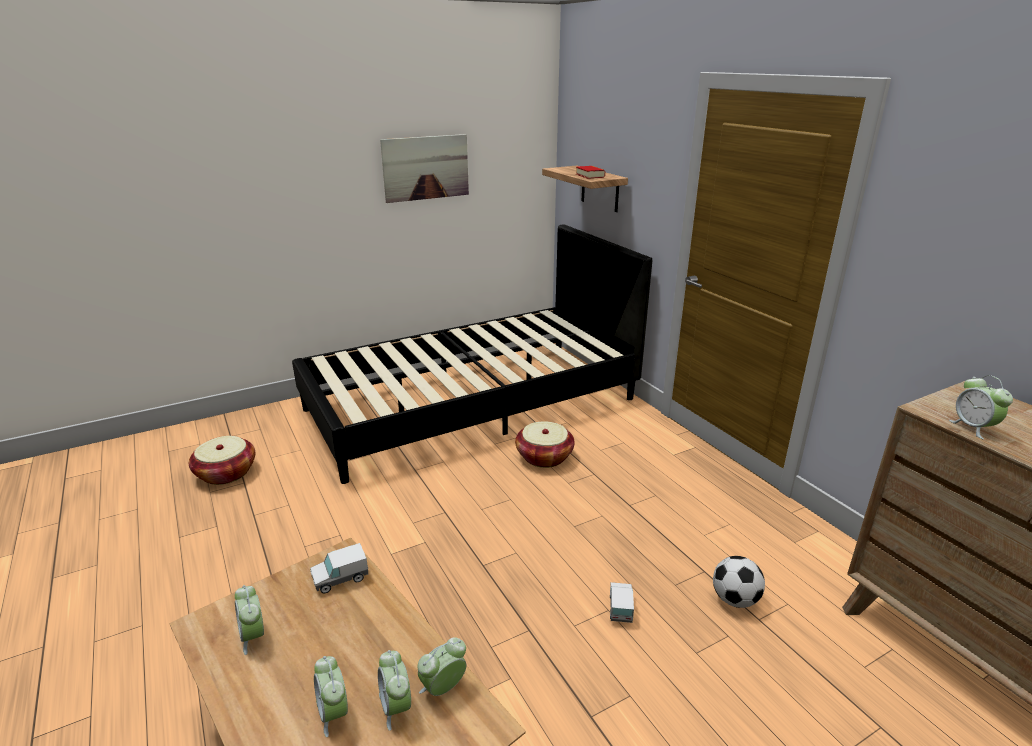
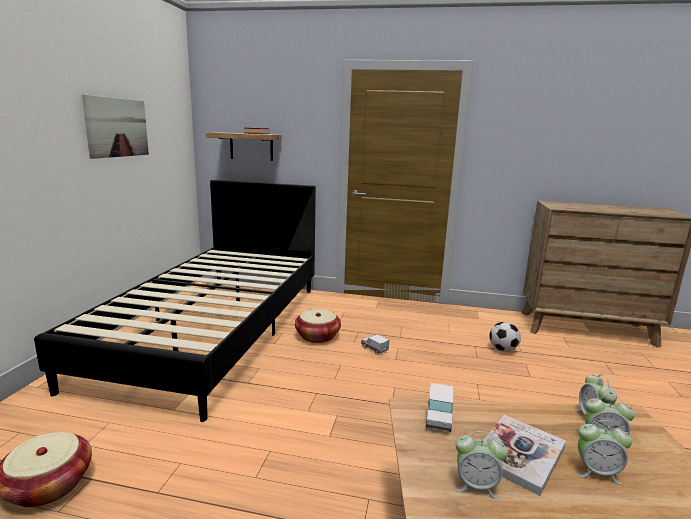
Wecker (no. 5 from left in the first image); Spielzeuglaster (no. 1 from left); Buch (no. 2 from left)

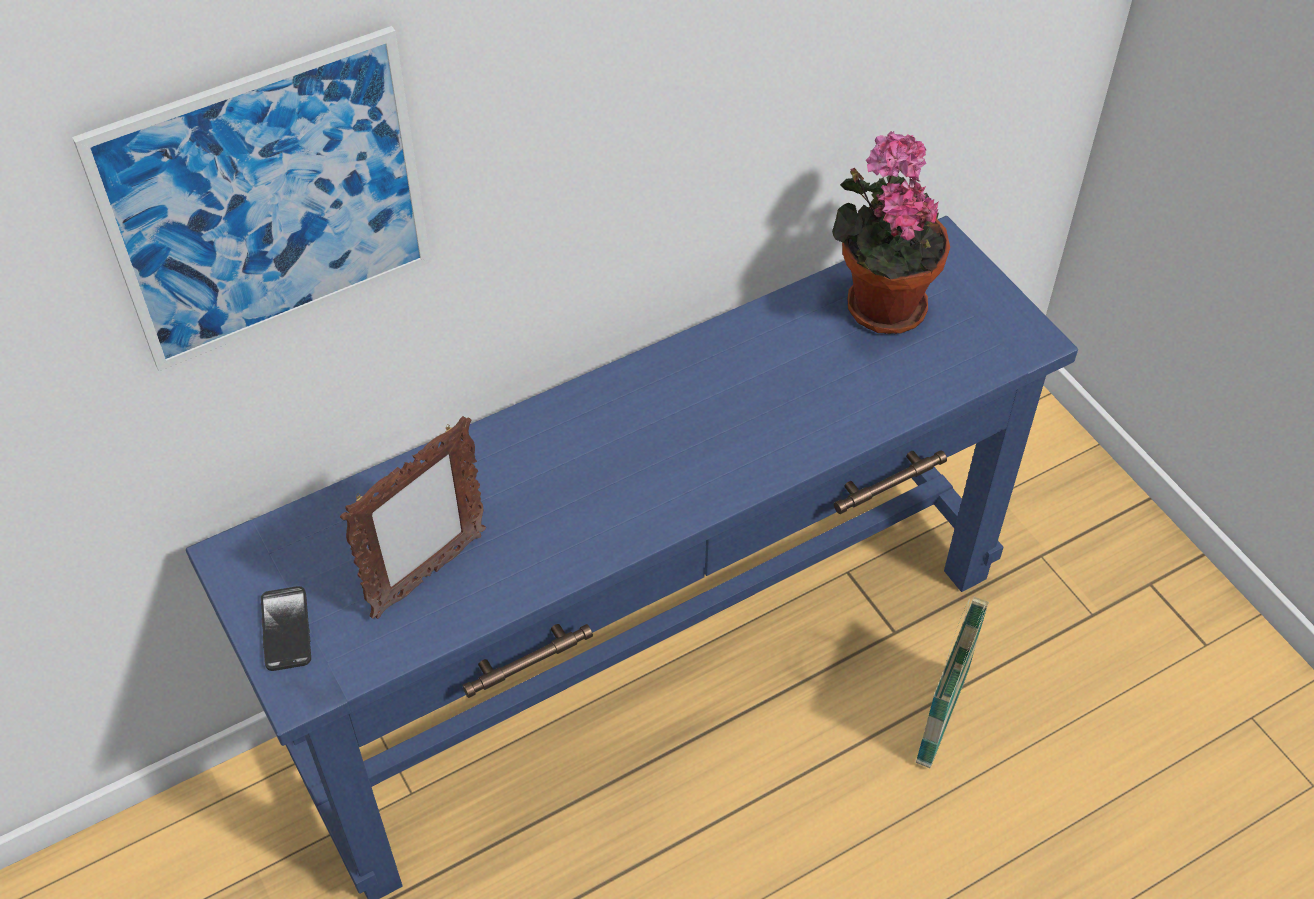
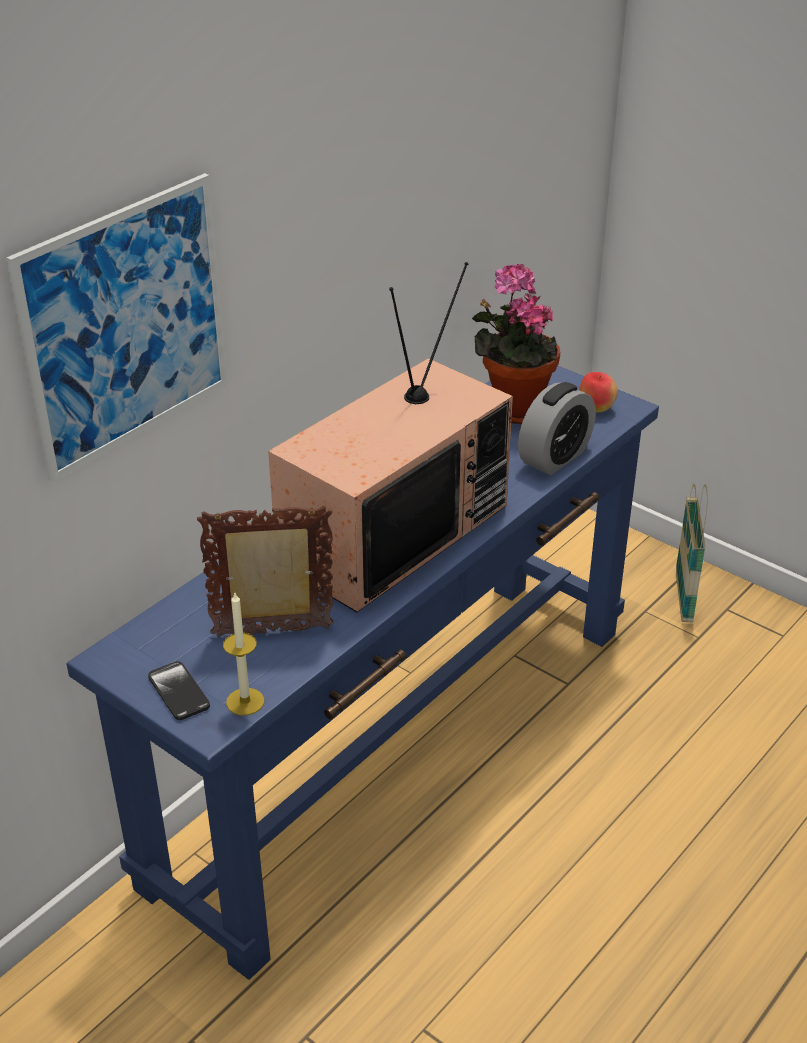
Bilderrahmen; Korb; Fernseher; Apfel; Wecker; Kerze

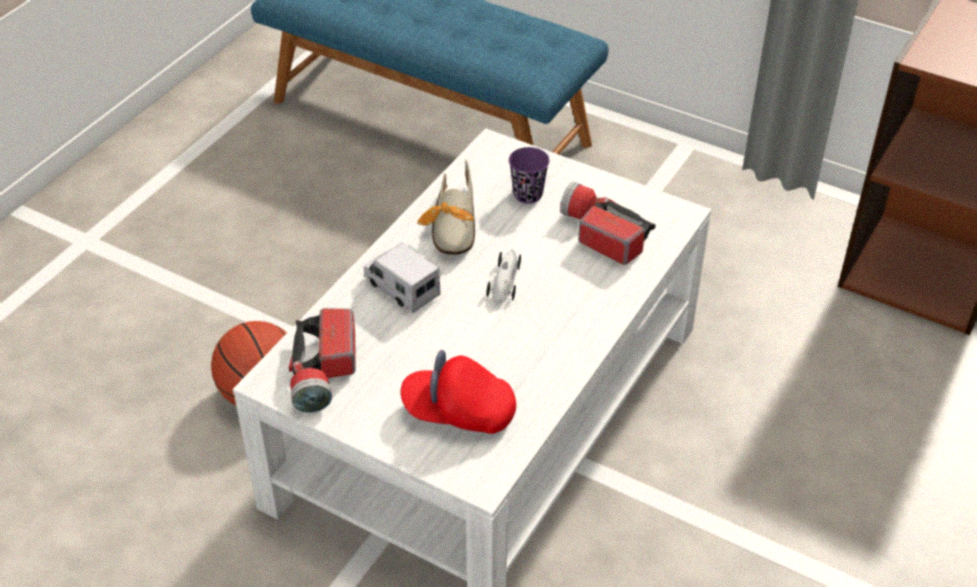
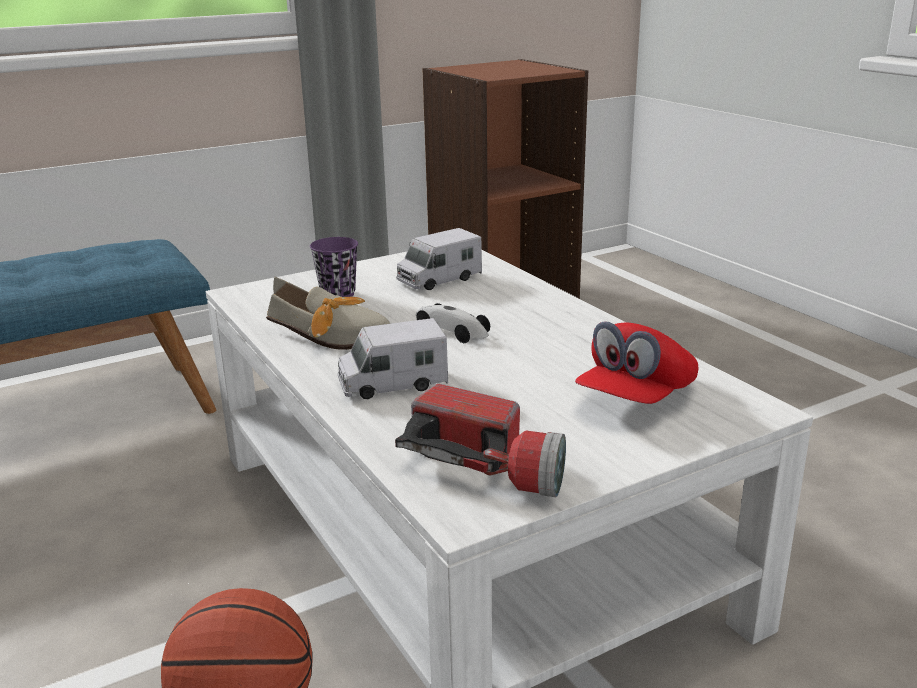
Spielzeuglaster (no. 2 from left)

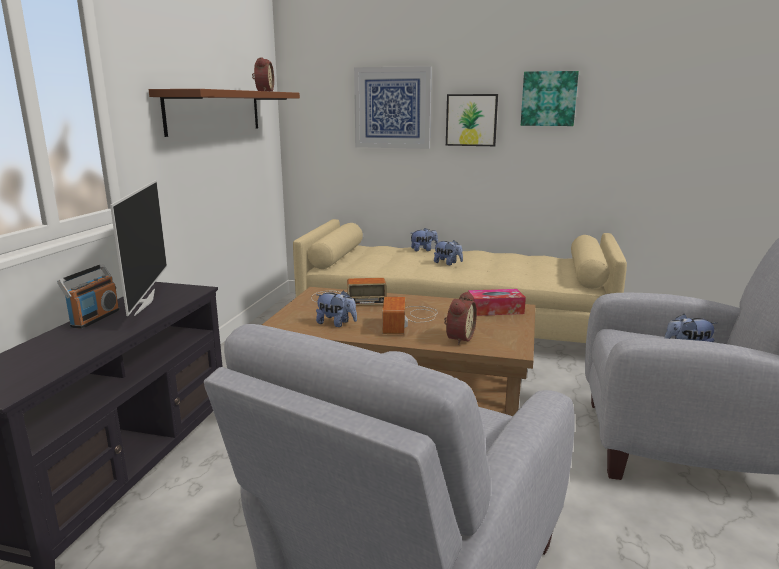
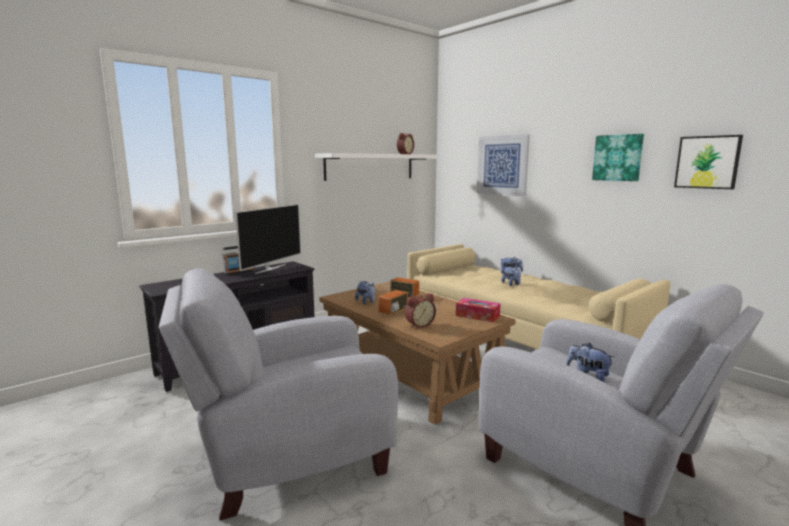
Wandregal [weiß]; Bild (no. 3 from left)

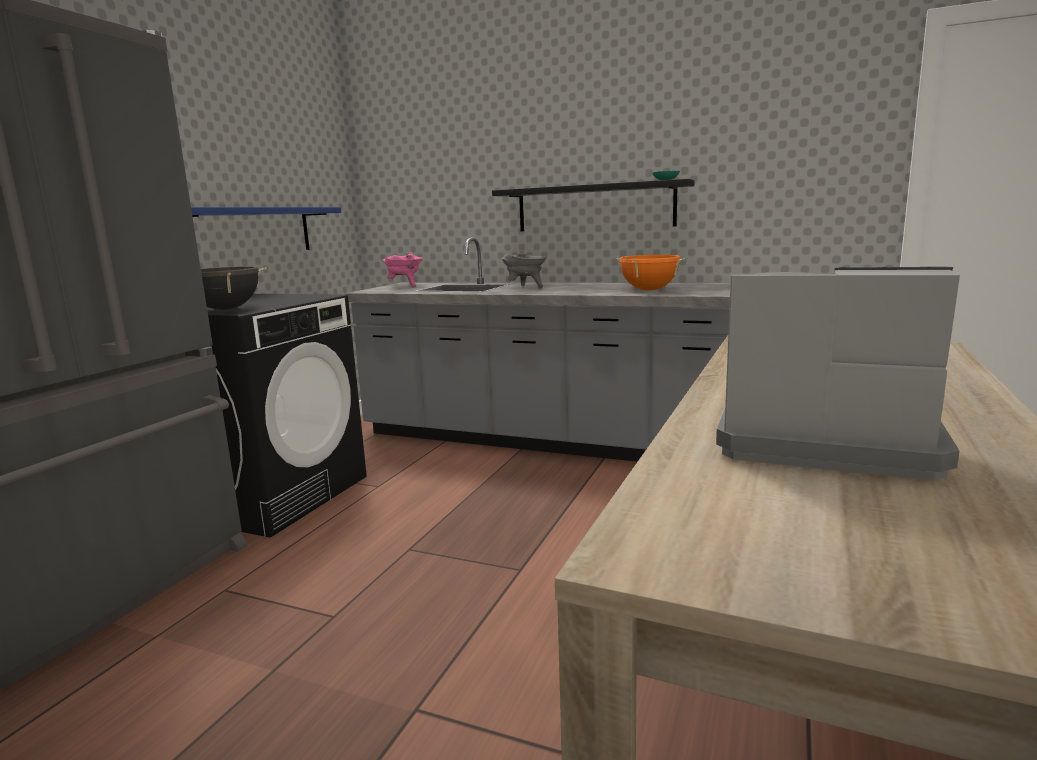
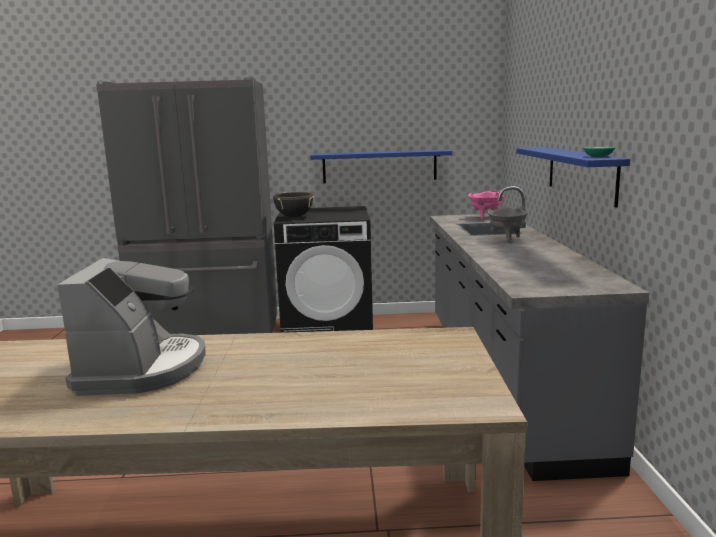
Wandregal [blau] (no. 2 from left); Kochtopf [orange]

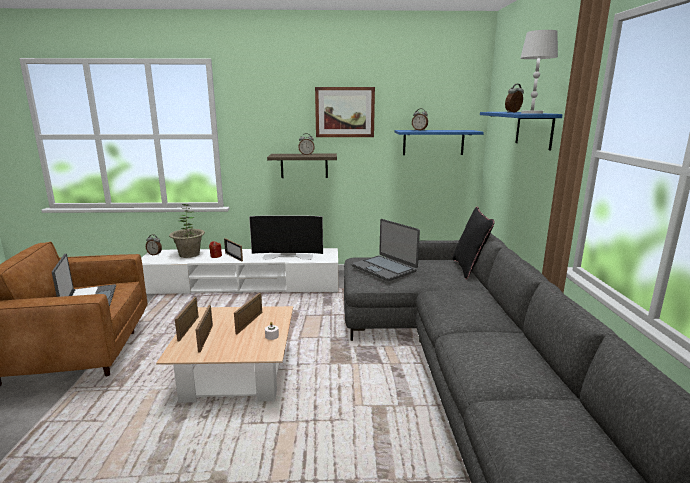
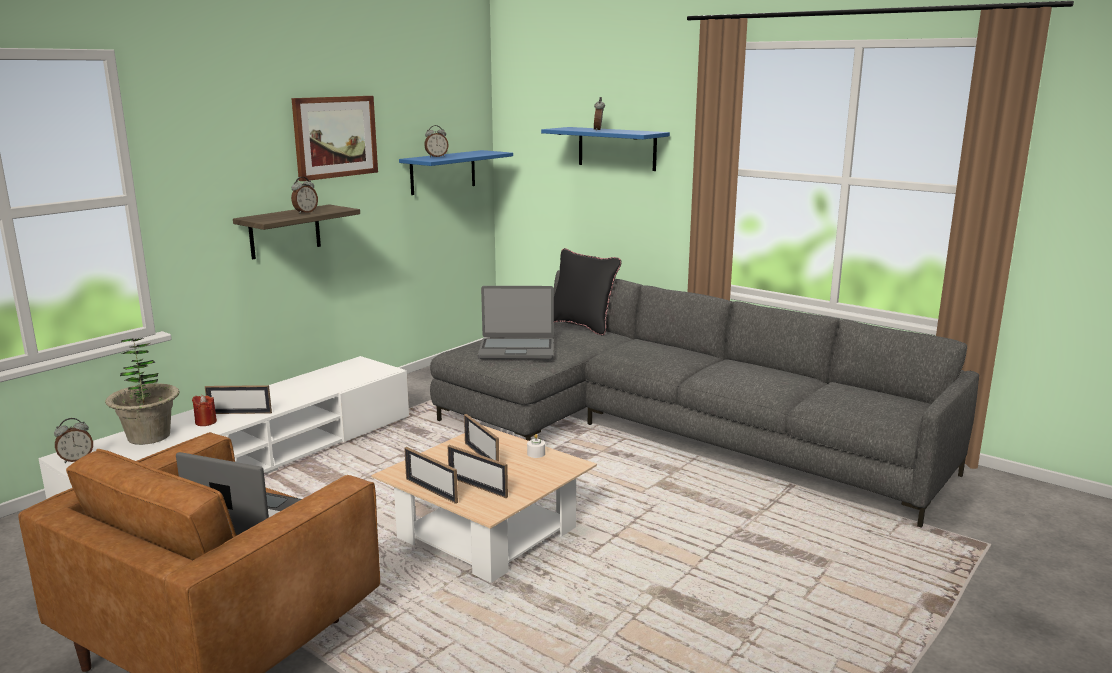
Tischlampe [weiß]; Fernseher

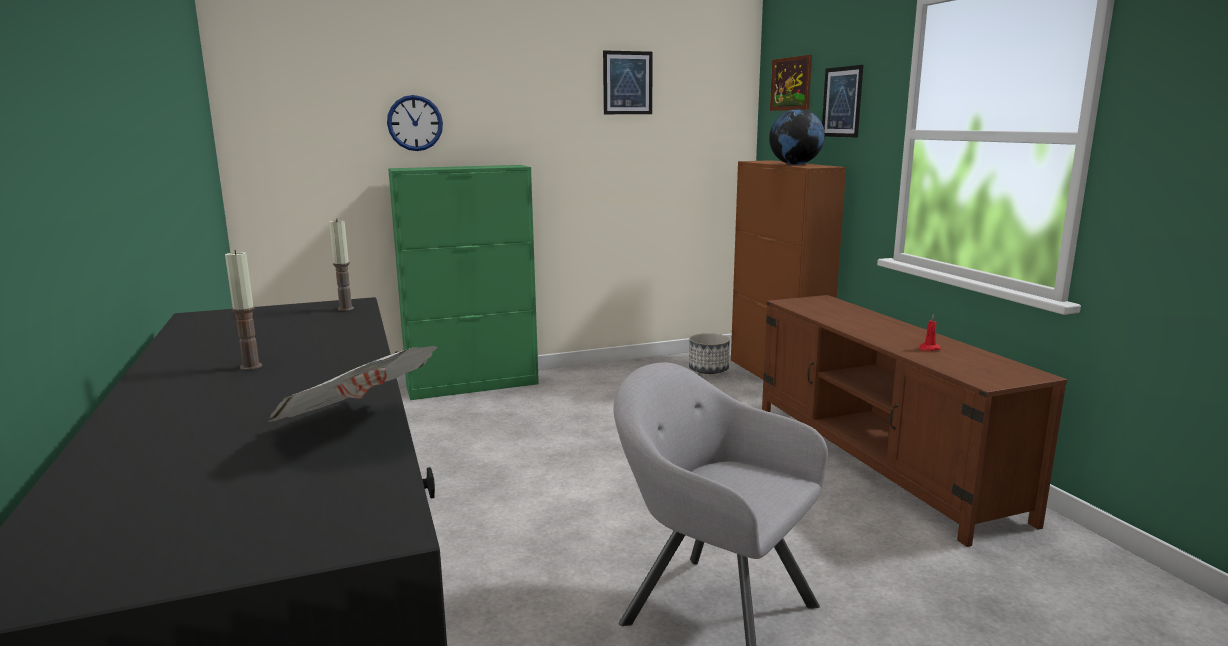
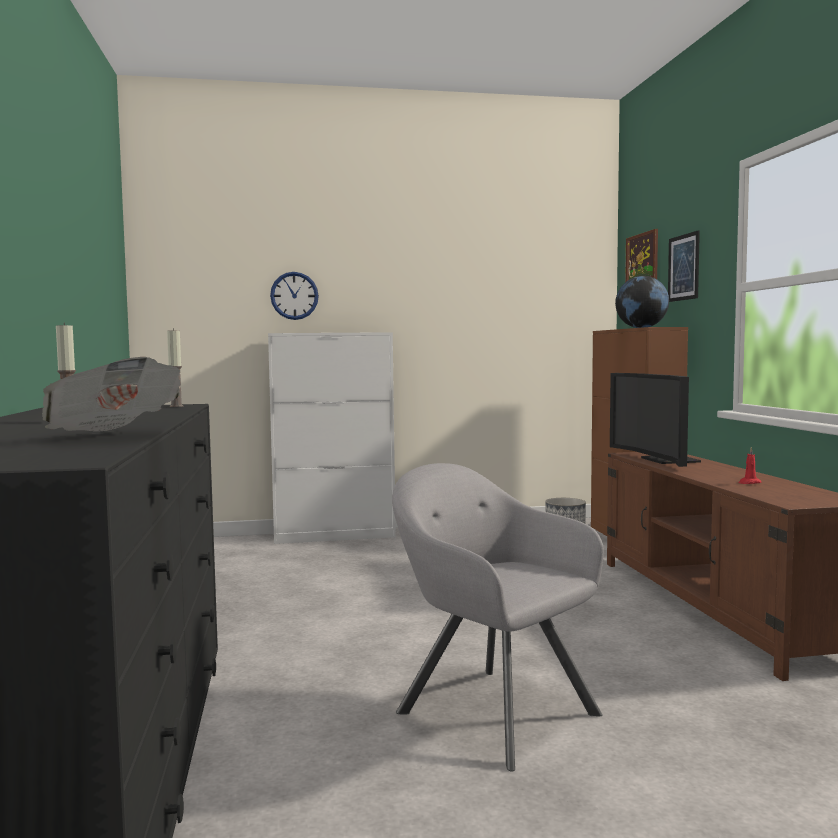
Bild (no. 1 from left in the first image); Schrank [weiß]; Fernseher

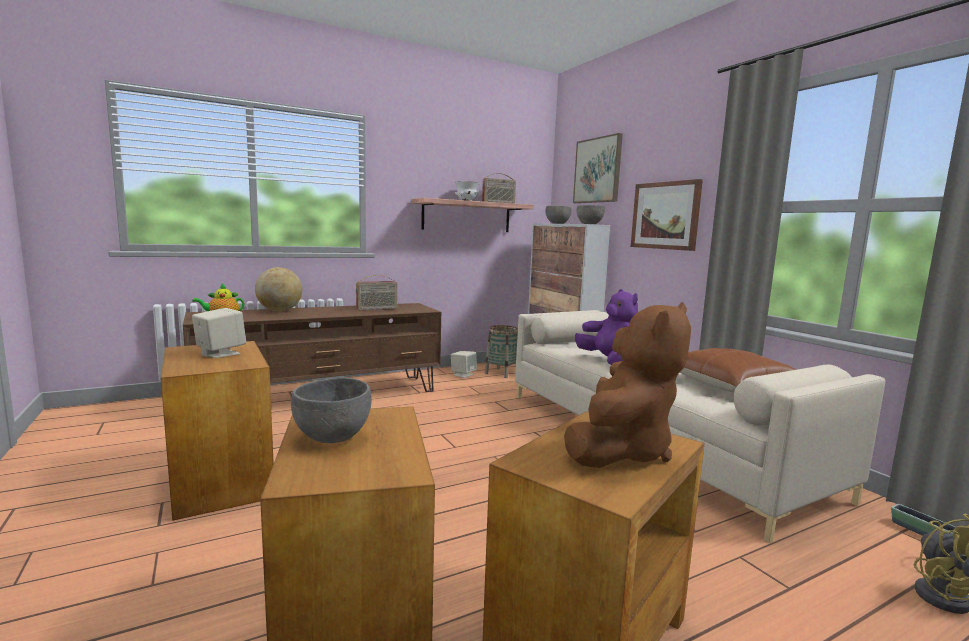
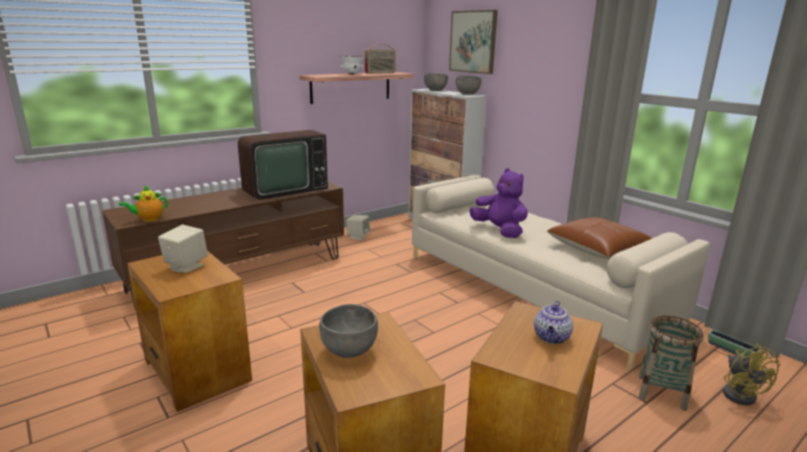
Bild (no. 2 from left in the first image); Globus; Fernseher; Teekanne (no. 2 from left); Korb

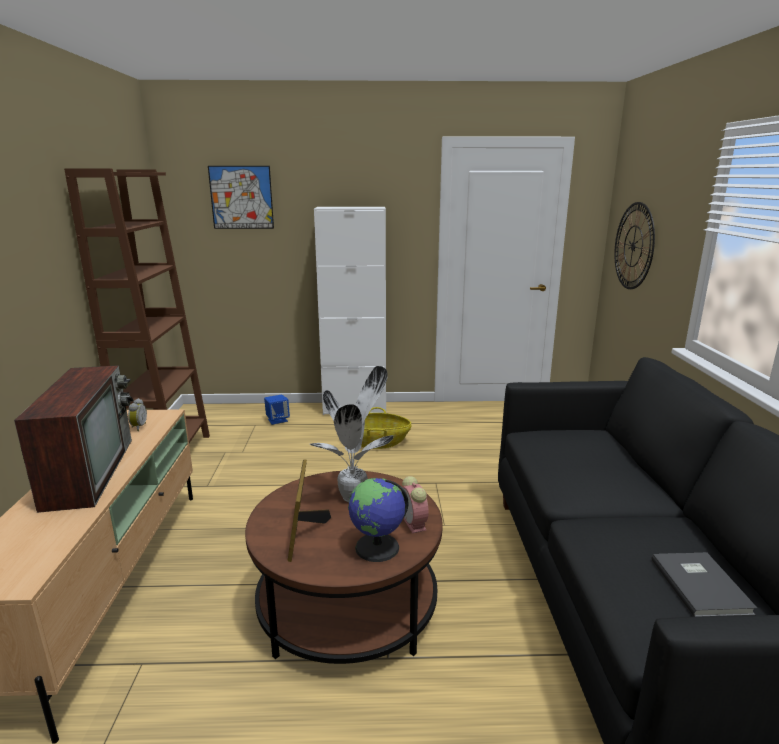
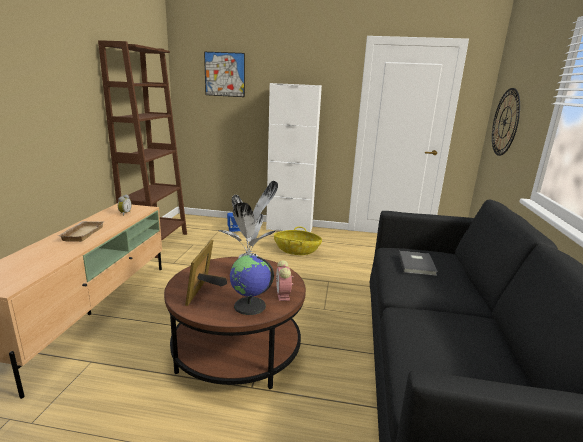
Tablett [beige]; Buch [grau]

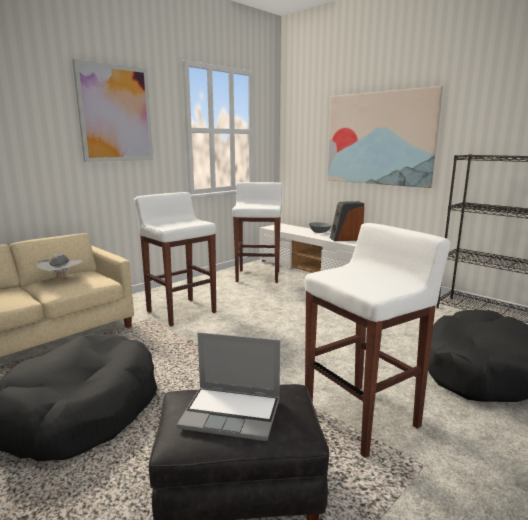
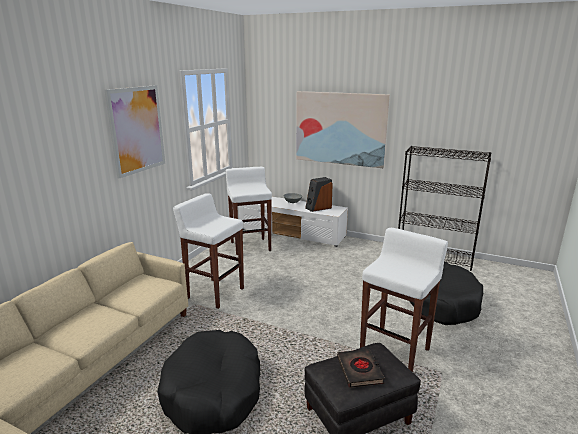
Hut [grau]; Buch [schwarz]

